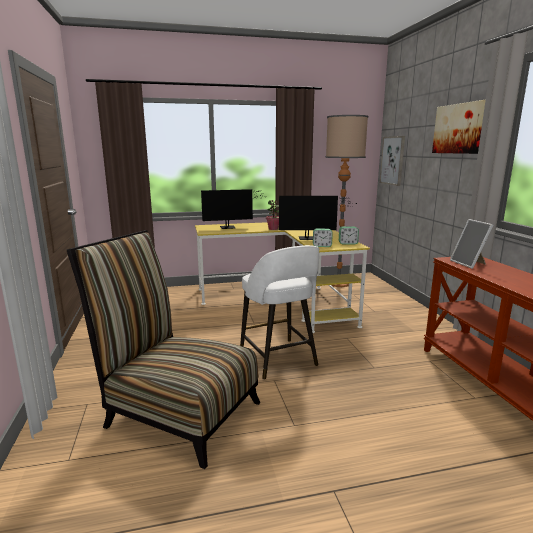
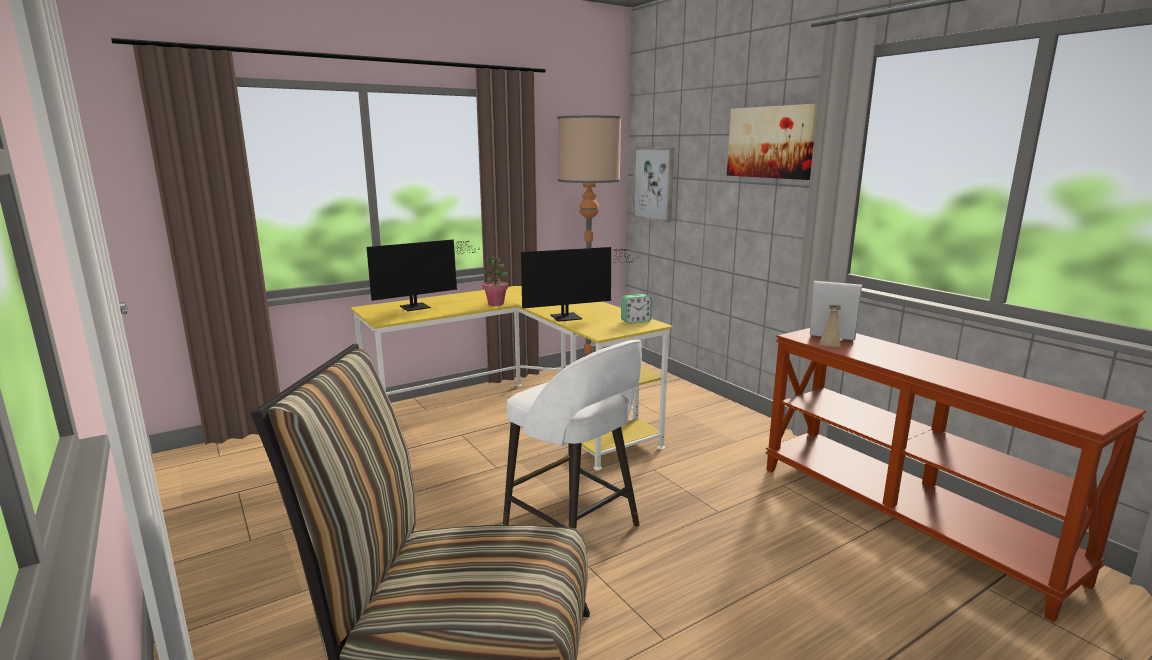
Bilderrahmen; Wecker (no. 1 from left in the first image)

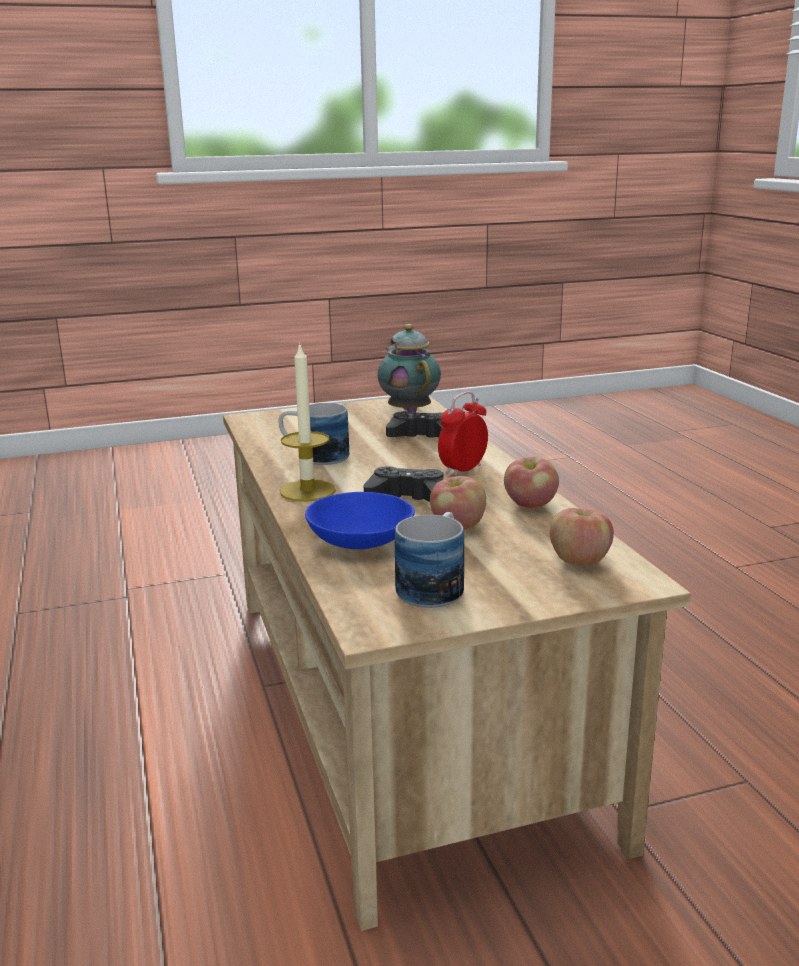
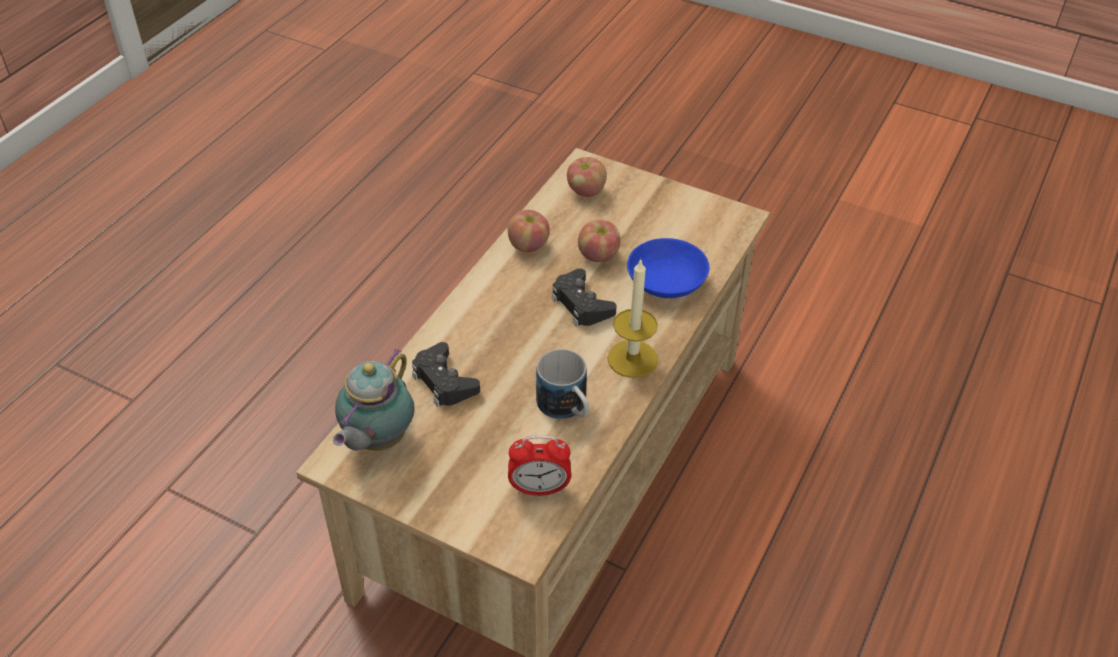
Wecker; Henkelbecher (no. 2 from left in the first image)

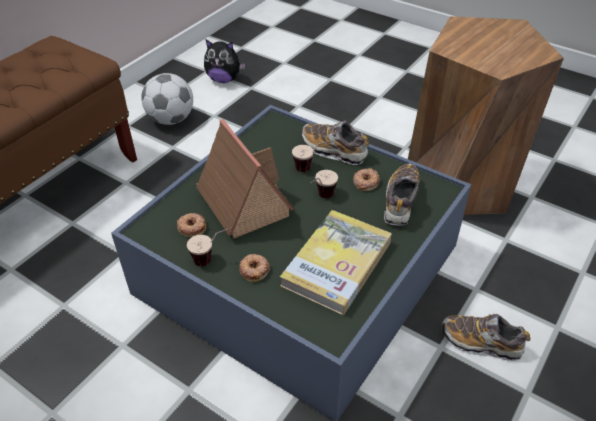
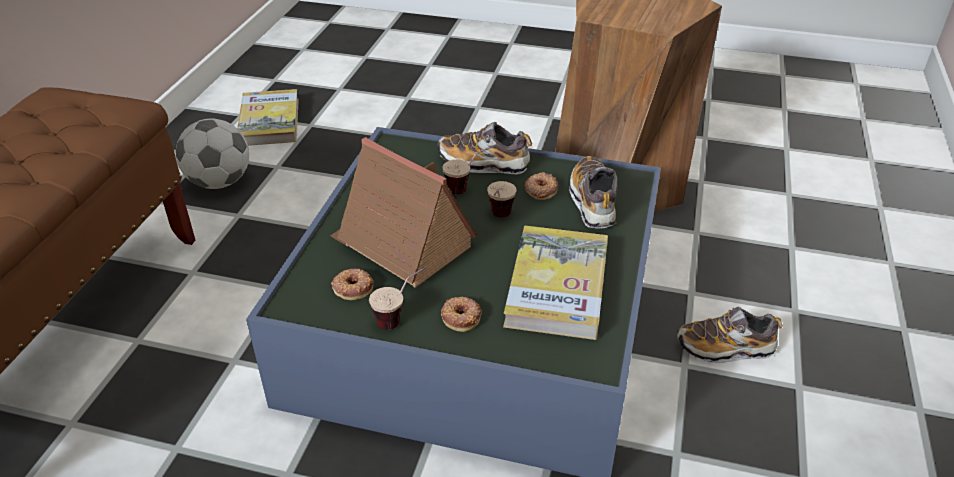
Buch (no. 1 from left)

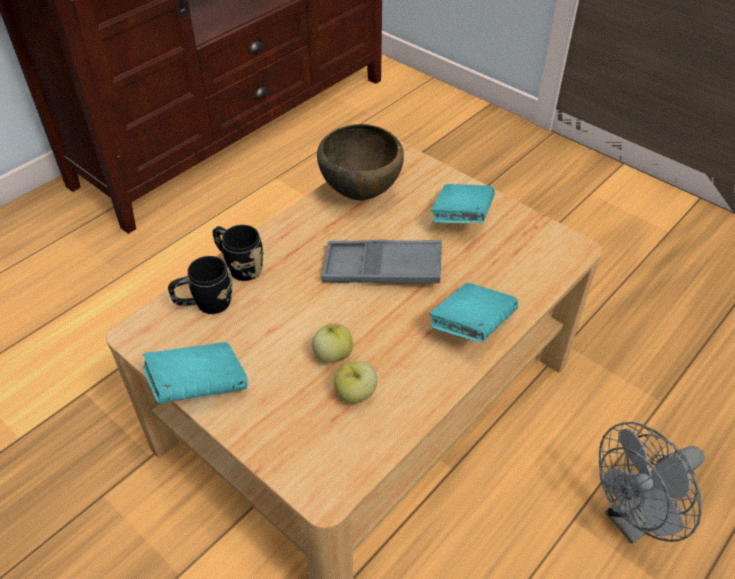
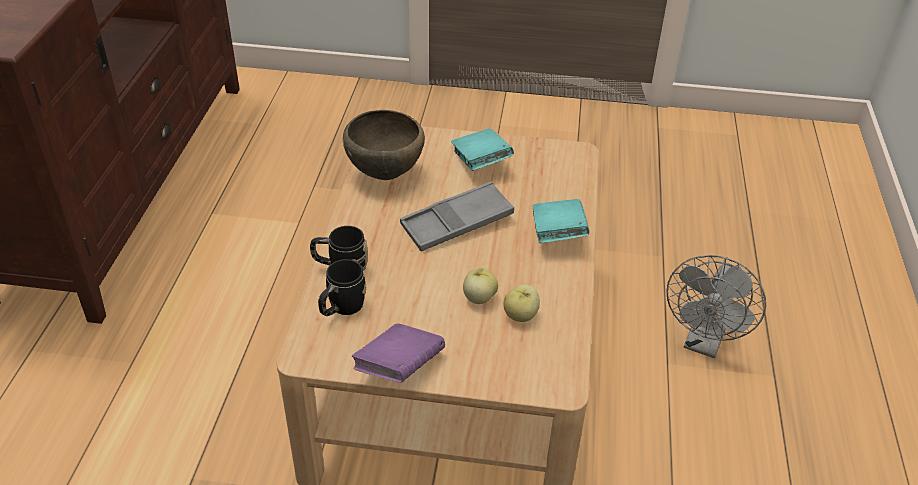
Buch [lila]

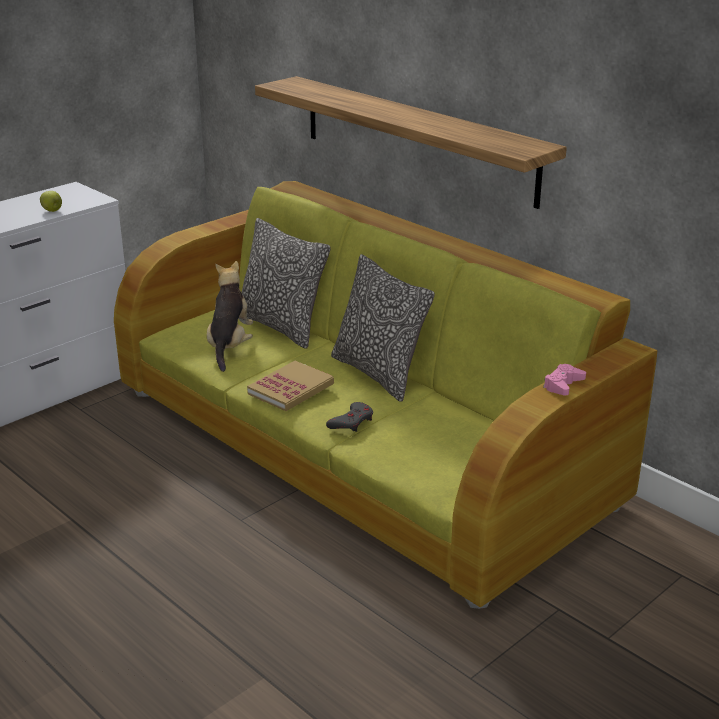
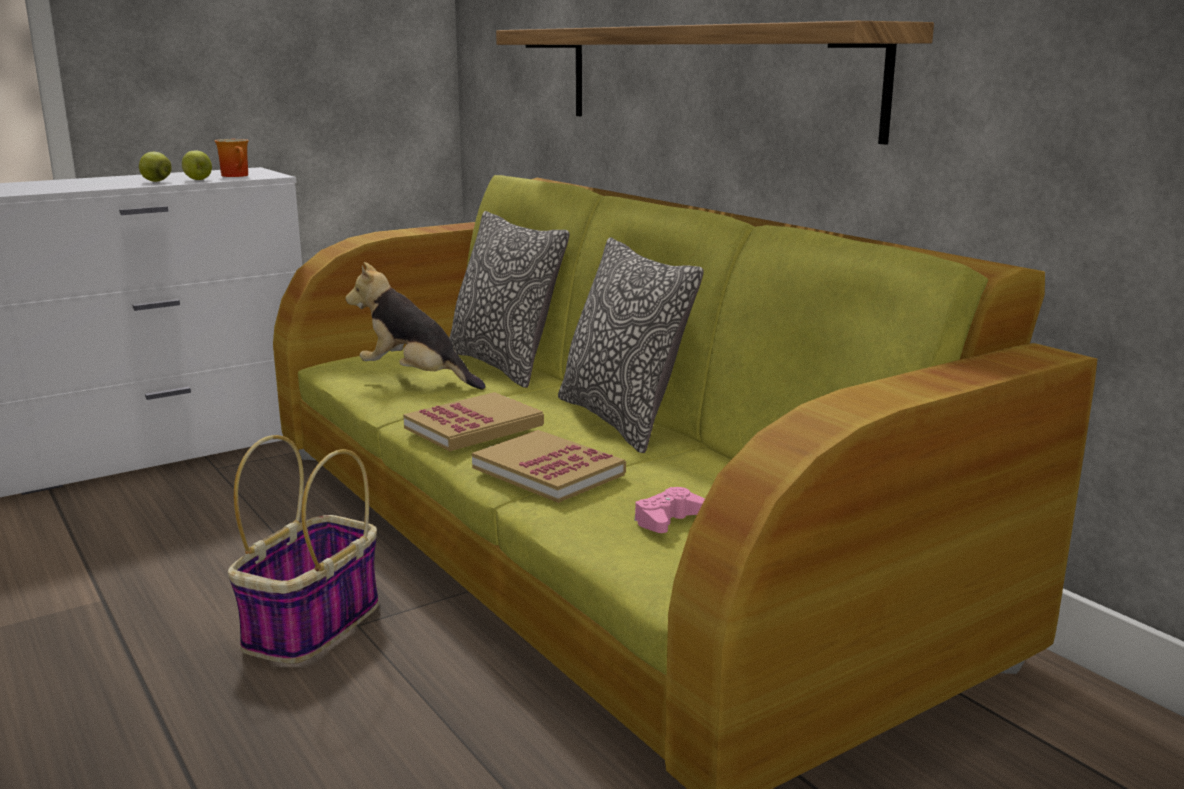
Plüschtier; Gamepad [rosa]; Buch (no. 2 from left); Henkelbecher; Apfel (no. 1 from left); Korb

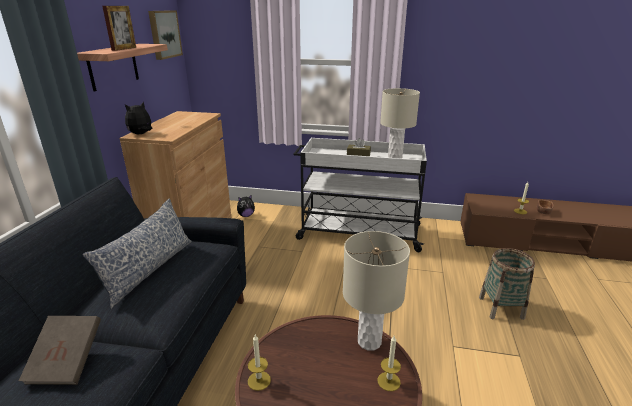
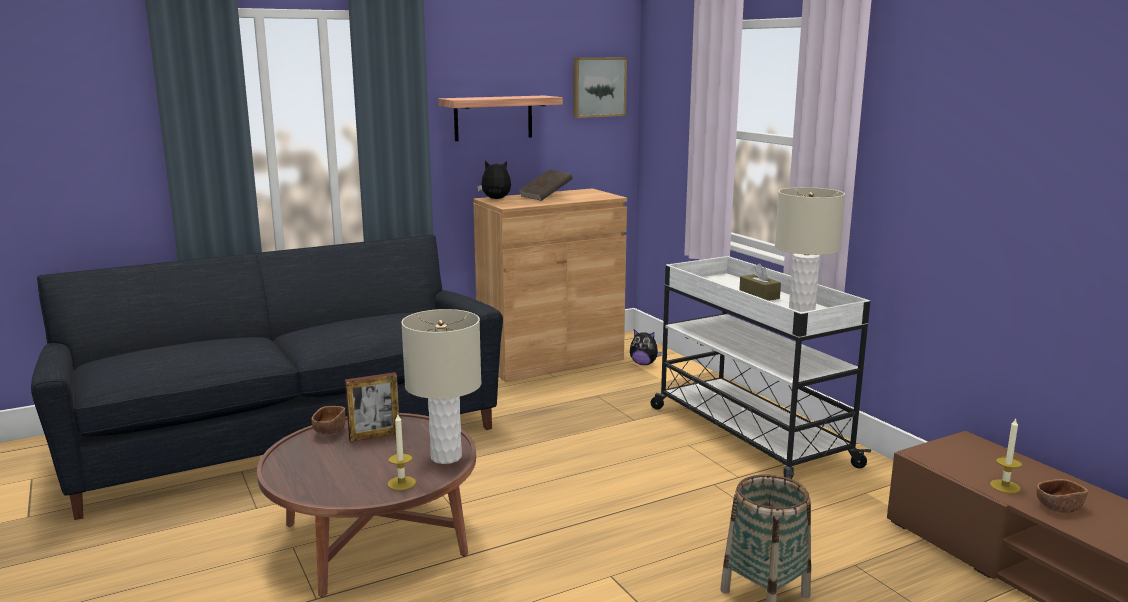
Bilderrahmen; Kissen; Buch [braun]; Schüssel [braun] (no. 1 from left)

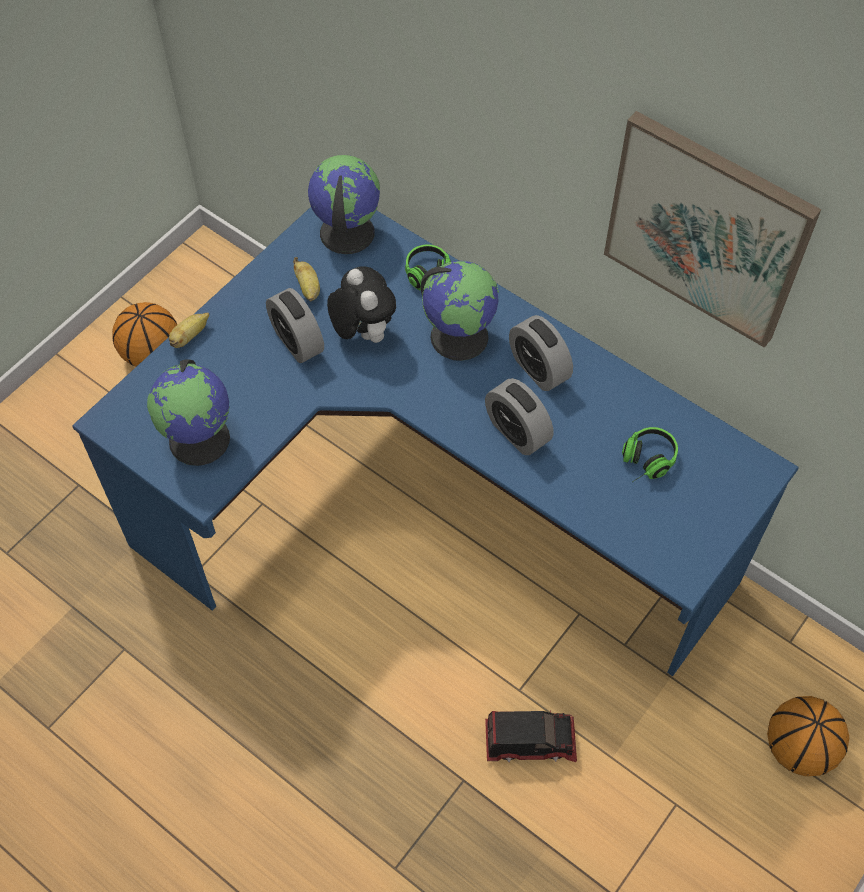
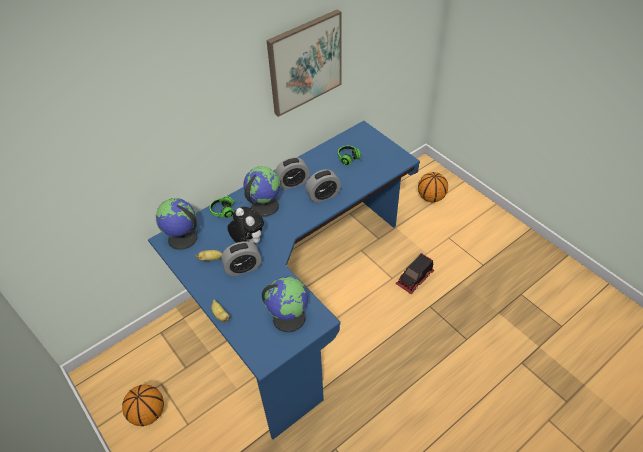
Plüschtier; Spielzeuglaster

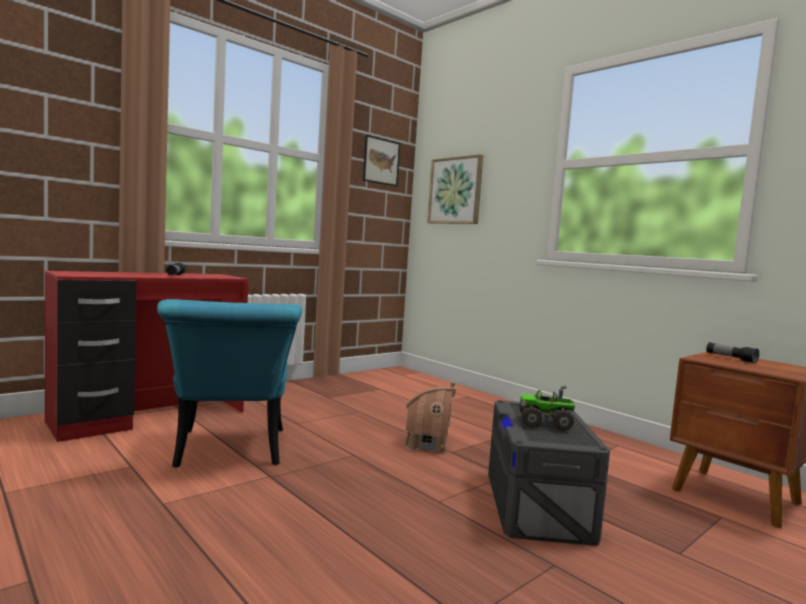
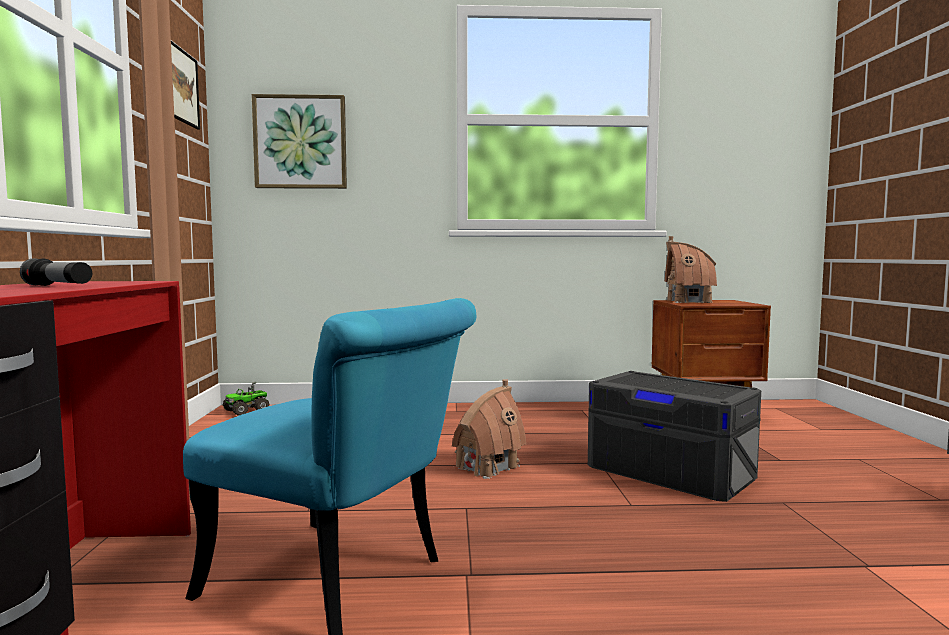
Spielzeughaus (no. 2 from left); Spielzeuglaster

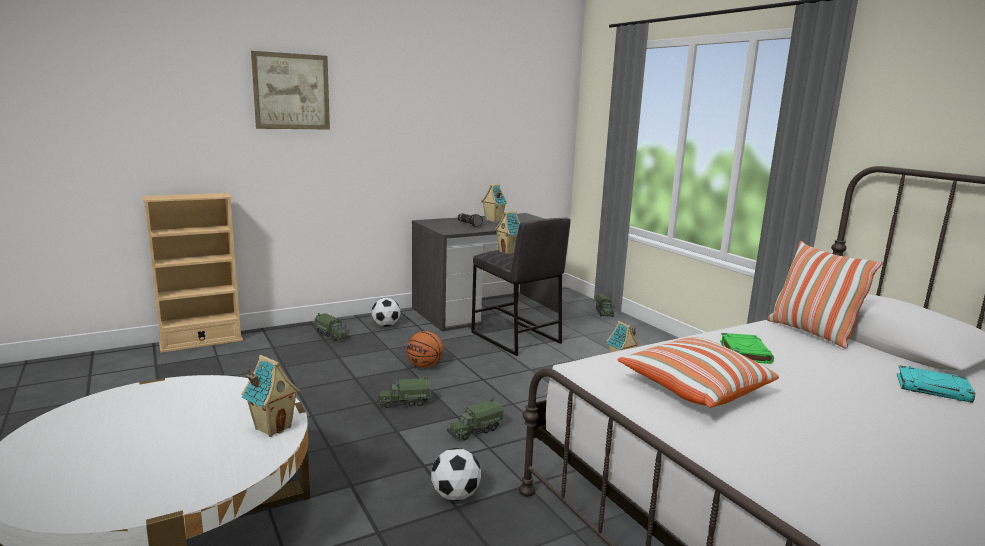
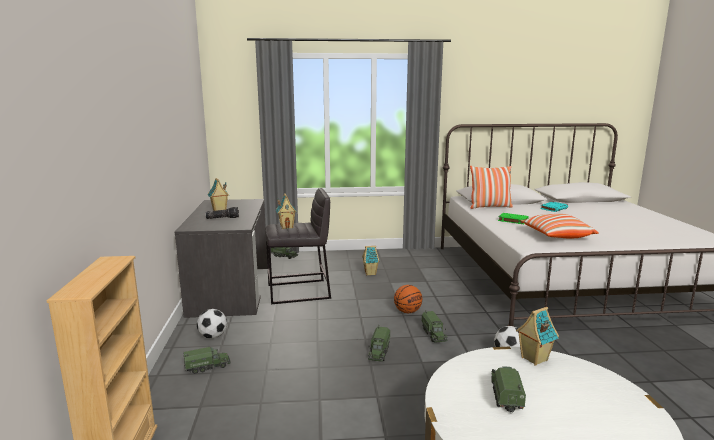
Bild; Basketball; Spielzeuglaster (no. 5 from left)

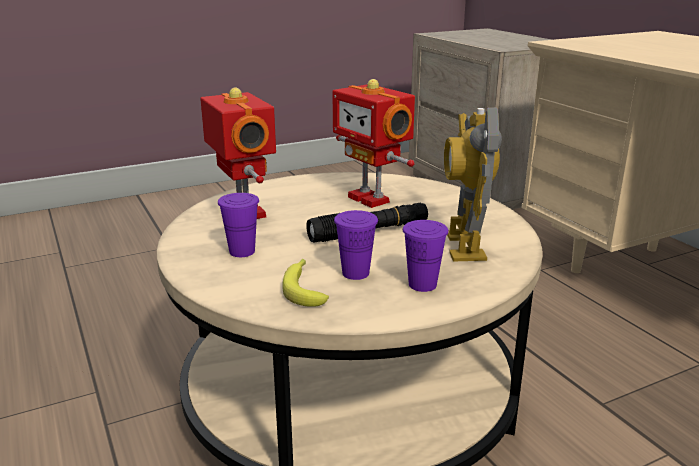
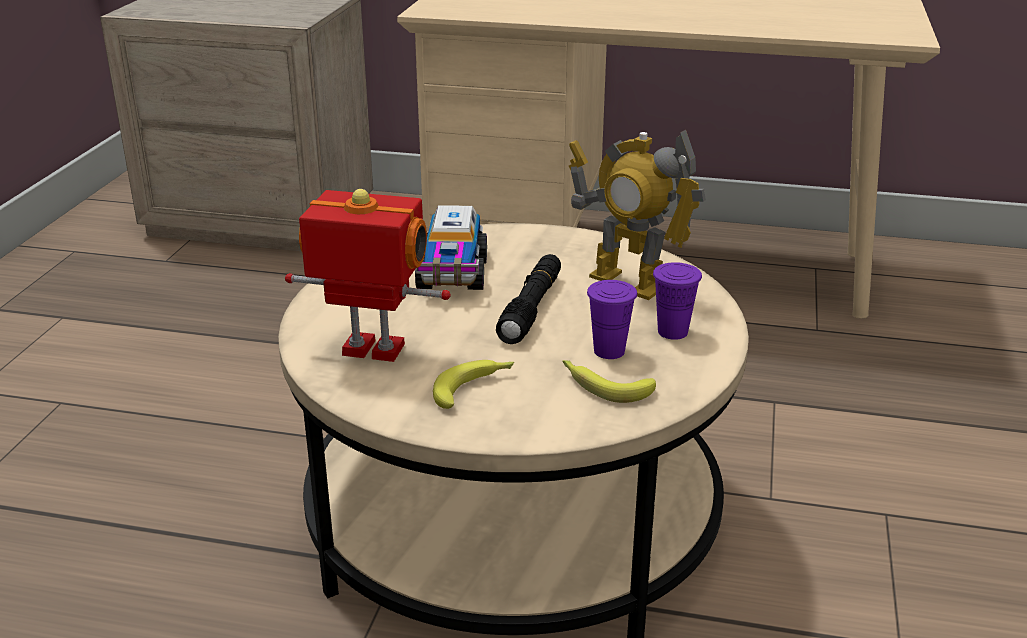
Spielzeuglaster; Banane (no. 1 from left)

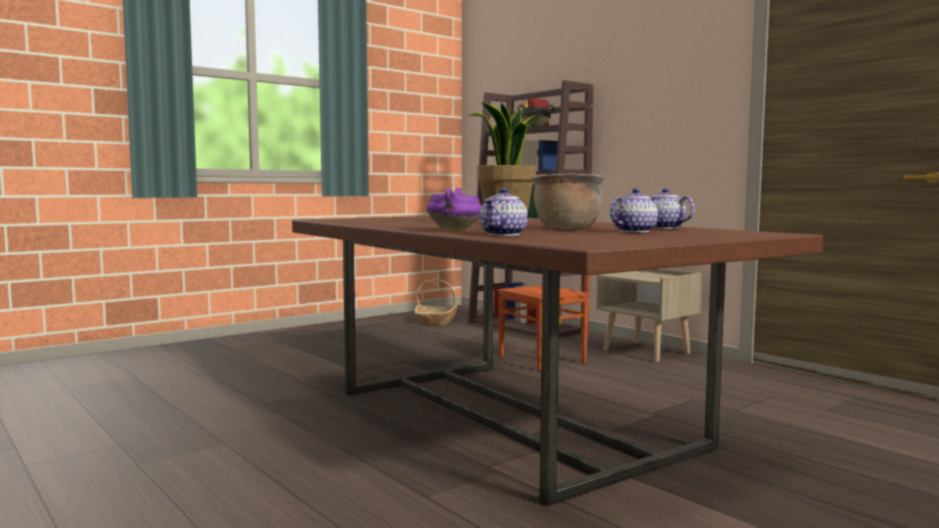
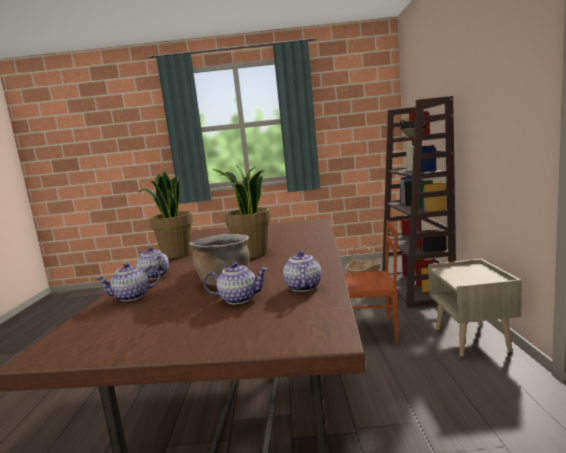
Teekanne (no. 2 from left); Topfpflanze (no. 1 from left)

